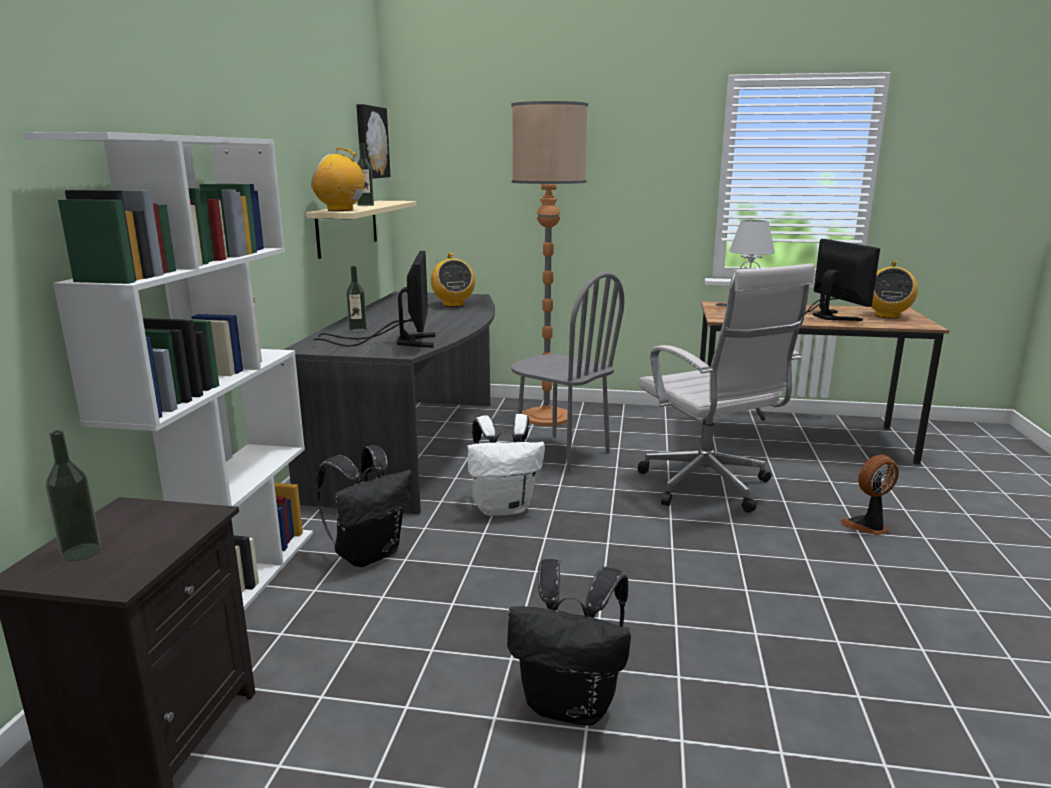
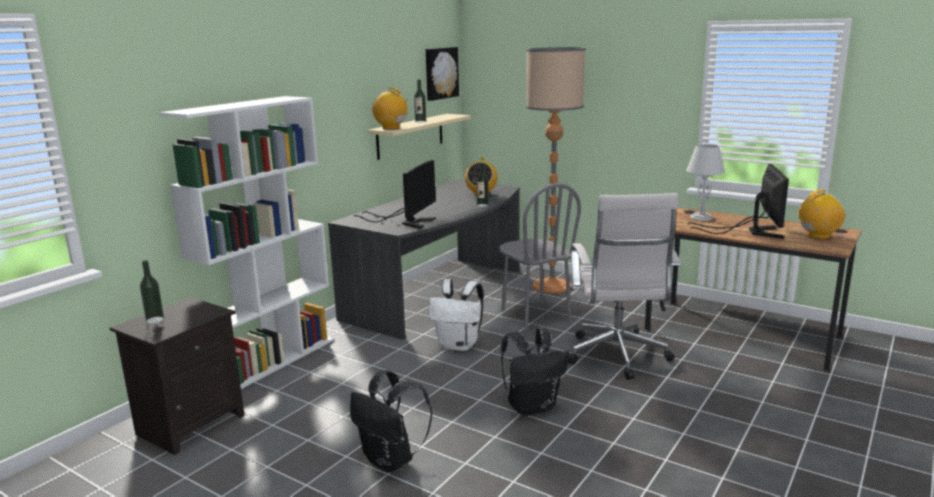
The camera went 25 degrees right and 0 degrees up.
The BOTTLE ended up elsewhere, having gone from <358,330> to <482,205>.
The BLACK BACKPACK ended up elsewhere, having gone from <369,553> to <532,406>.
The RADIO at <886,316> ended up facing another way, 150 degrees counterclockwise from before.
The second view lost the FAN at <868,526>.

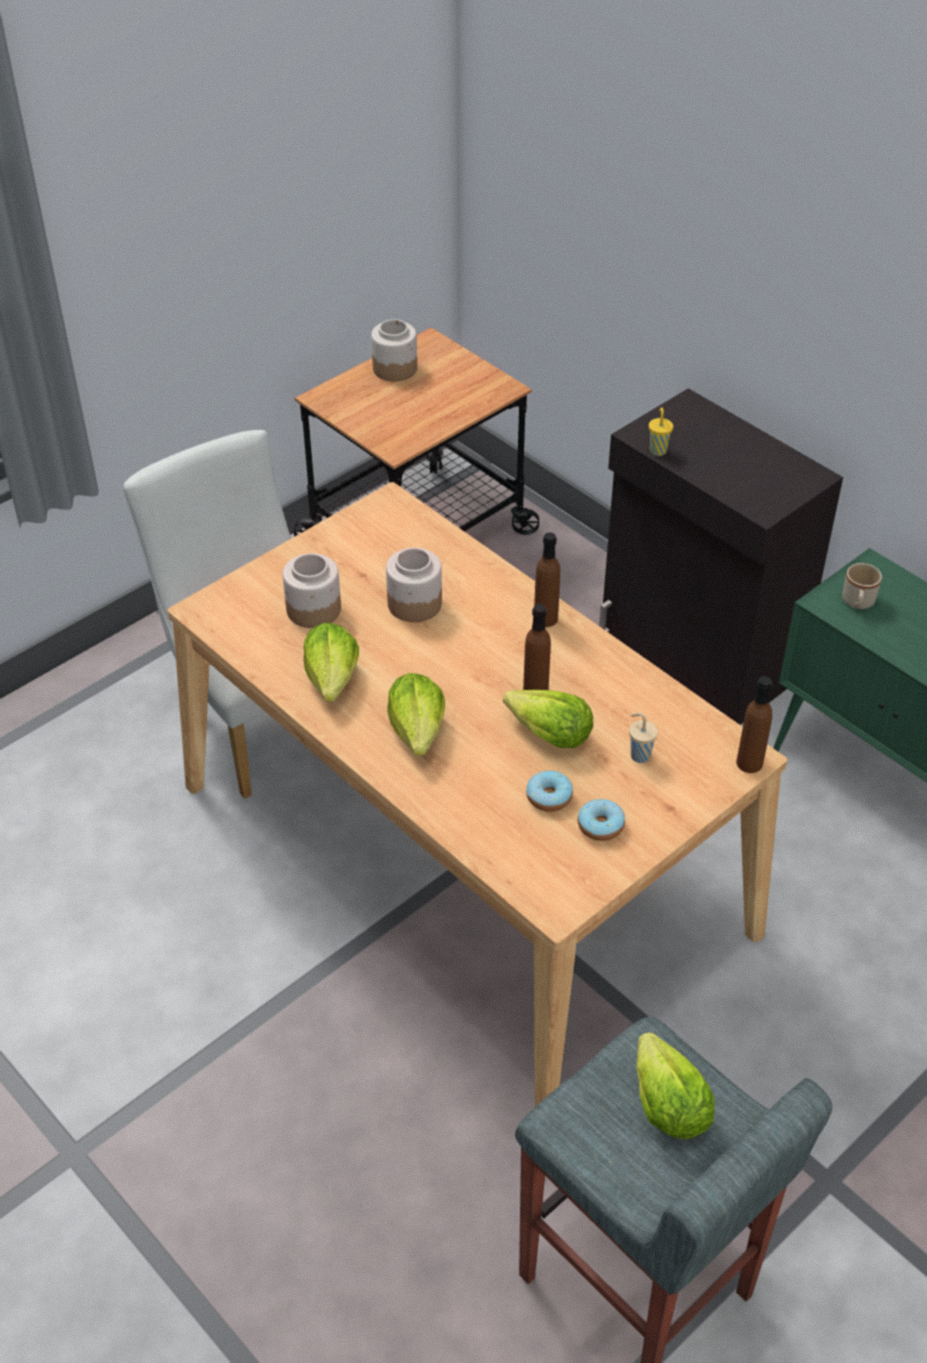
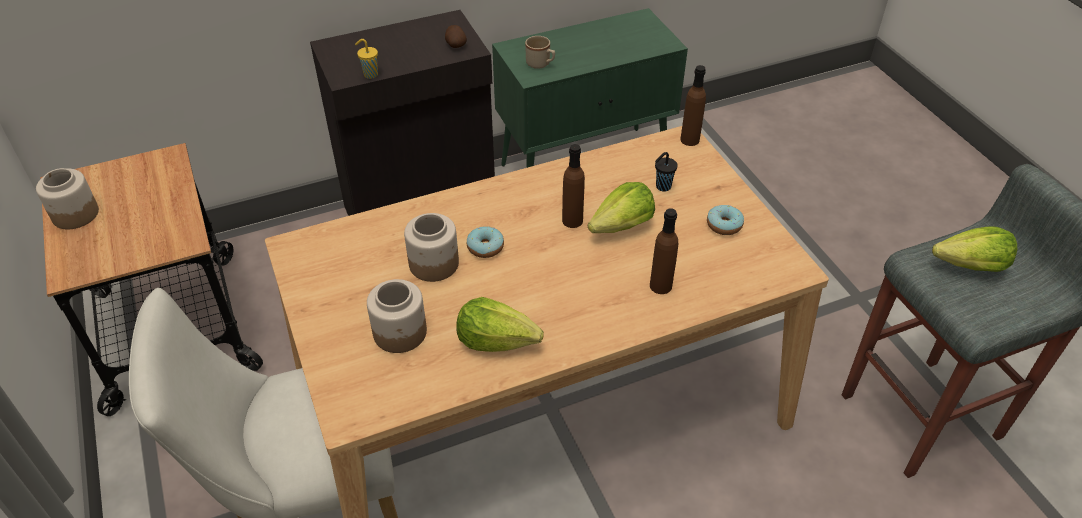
The camera went 70 degrees left and 0 degrees up.
The second view gained the POTATO at <455,44>.
The DONUT ended up elsewhere, having gone from <549,797> to <485,247>.
The BROWN BOTTLE ended up elsewhere, having gone from <545,618> to <660,286>.
What was the BEIGE CUP at <639,755> turned into the BLACK CUP at <662,187>.
The second view lost the LETTUCE at <418,730>.

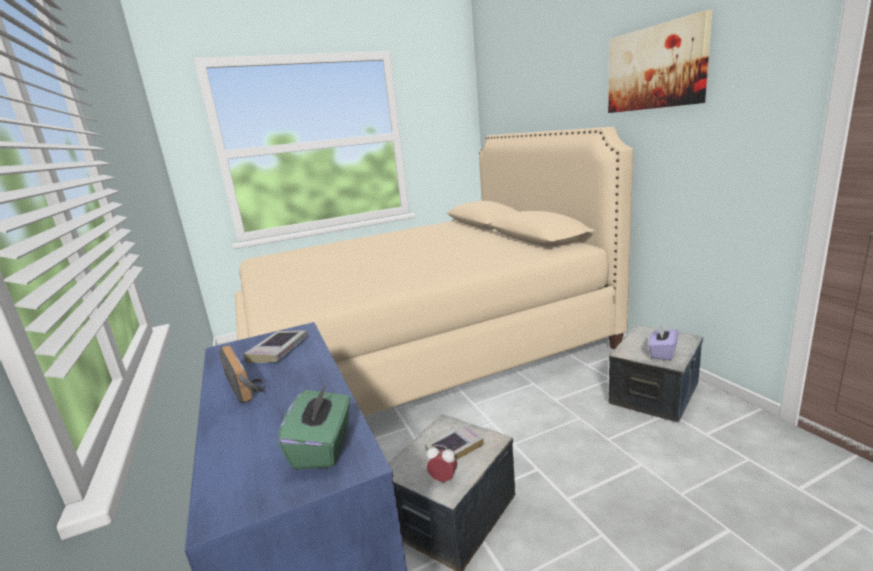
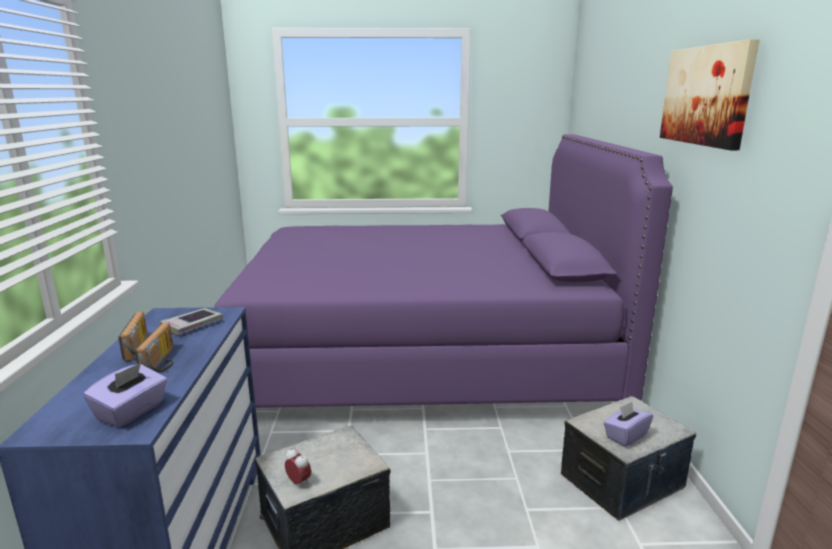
The camera went 20 degrees right and 0 degrees up.
What was the GREEN TISSUE BOX at <323,447> turned into the PURPLE TISSUE BOX at <132,411>.
The second view gained the RADIO at <163,362>.
What was the BEIGE BED at <419,347> turned into the PURPLE BED at <420,355>.
The second view lost the BOOK at <454,448>.

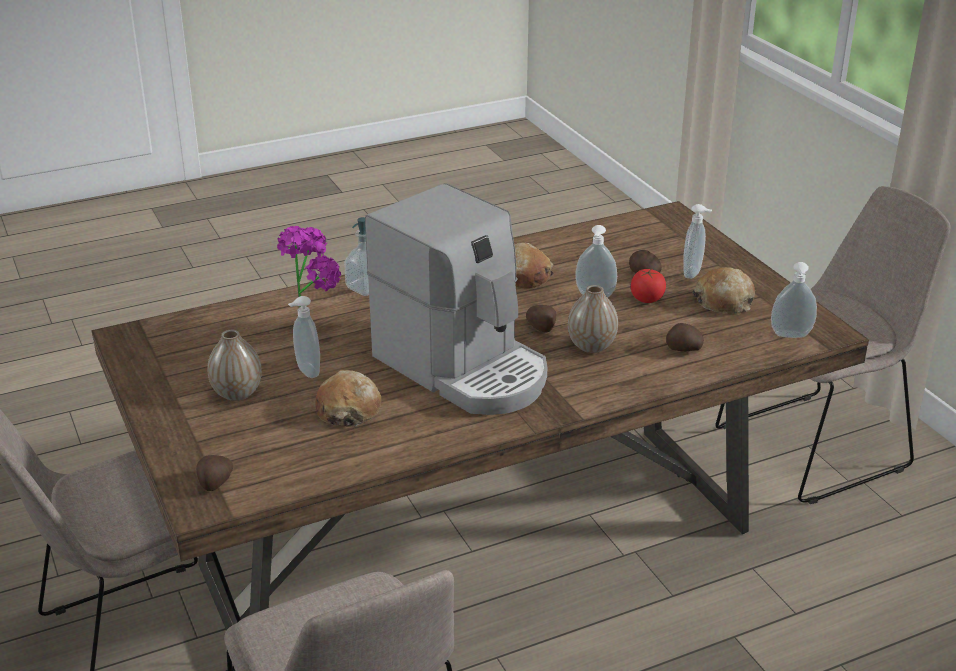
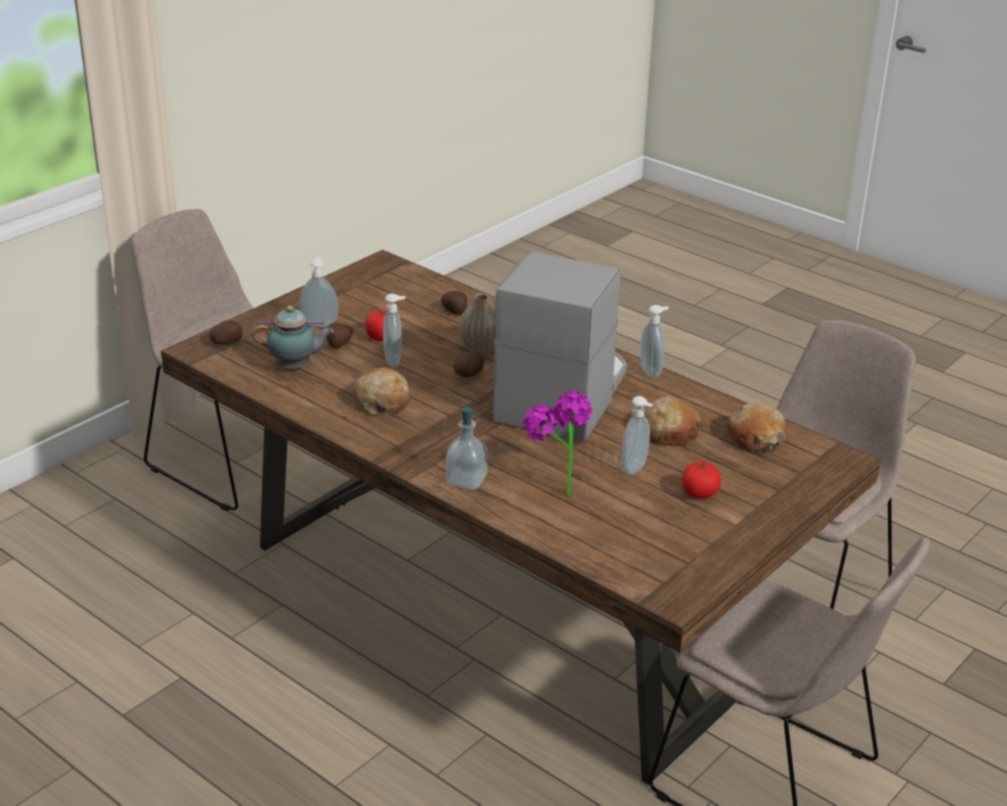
The camera went 115 degrees left and 0 degrees up.
The POTATO ended up elsewhere, having gone from <214,484> to <227,343>.
The second view gained the TEAPOT at <295,367>.
The SOAP DISPENSER ended up elsewhere, having gone from <791,336> to <652,372>.
Where the VASE stood at <237,393>, the TOMATO came to stand at <699,493>.
The BREAD ended up elsewhere, having gone from <724,301> to <755,438>.

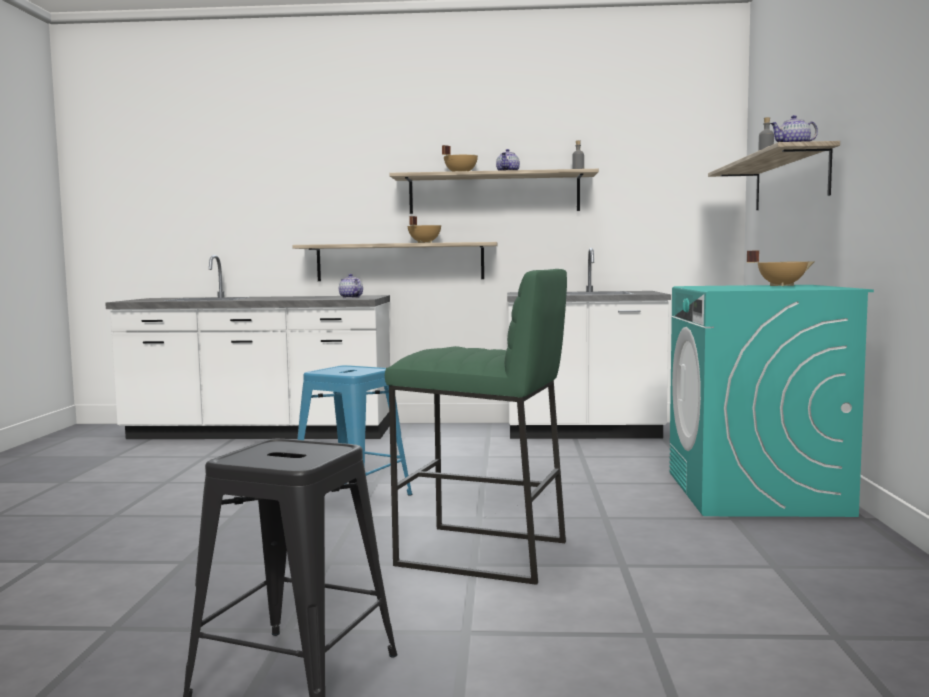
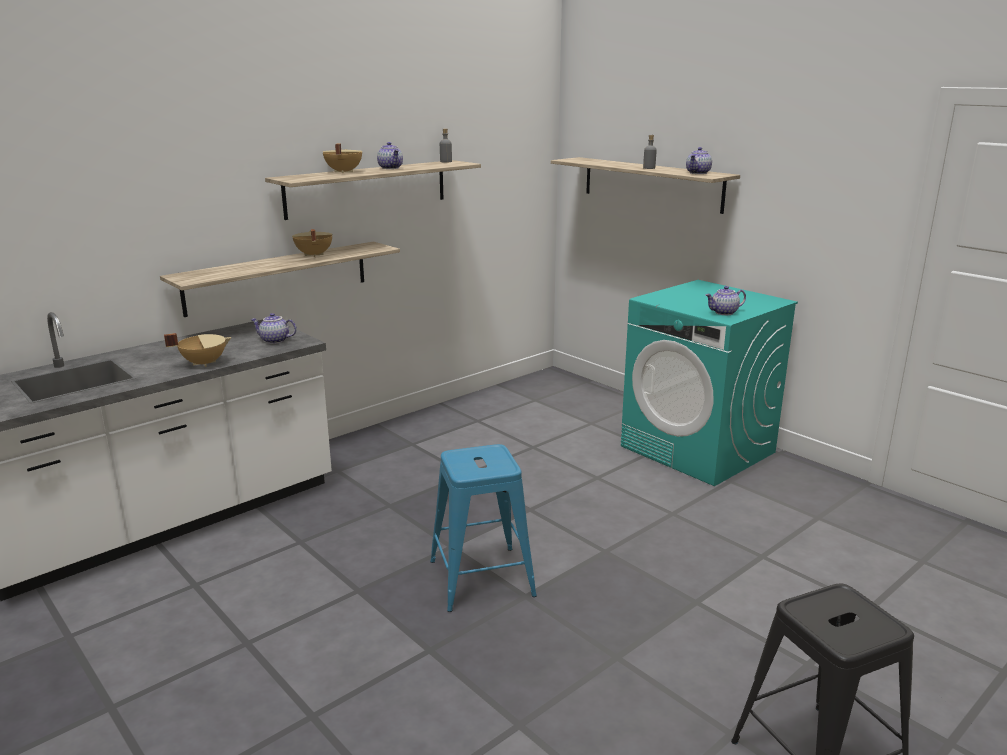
The camera went 45 degrees left and 15 degrees up.
The BEIGE COOKING POT ended up elsewhere, having gone from <781,285> to <204,363>.
The second view gained the TEAPOT at <724,313>.
The second view lost the GREEN STOOL at <481,554>.
The second view lost the WHITE COUNTER at <583,432>.

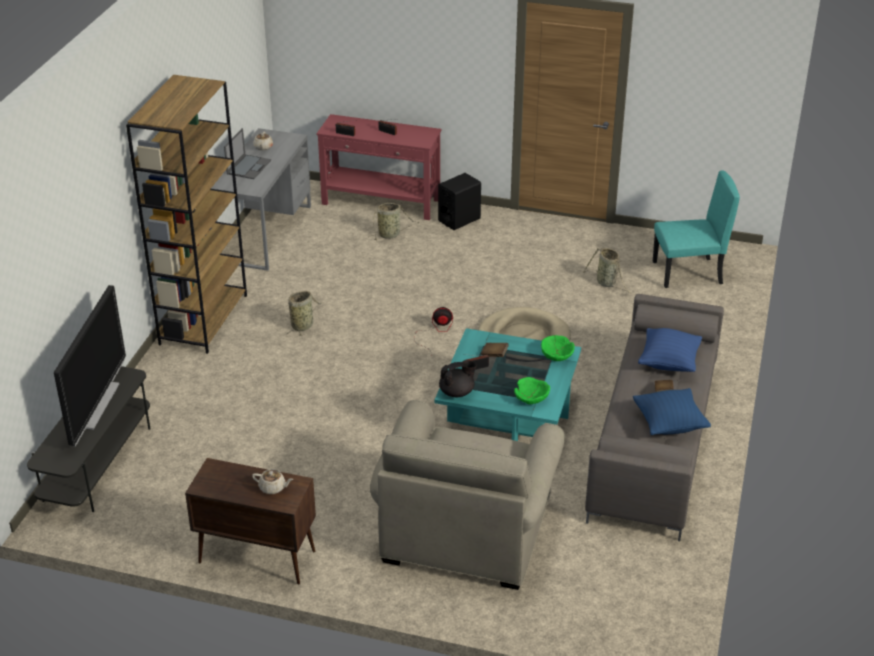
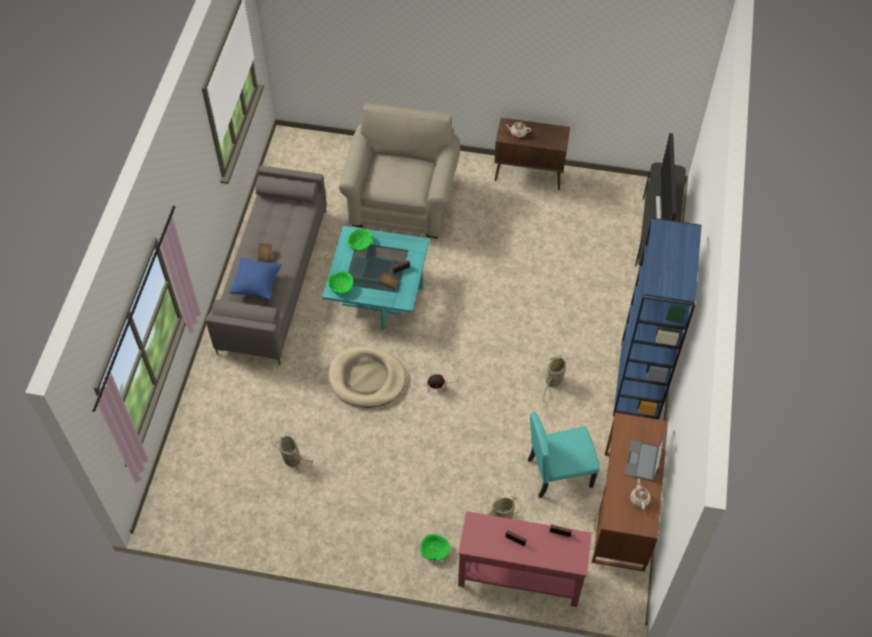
The camera went 175 degrees right and 20 degrees up.
Where the BLACK SPEAKER stood at <459,219>, the GREEN BOWL came to stand at <434,550>.
The TURQUOISE CHAIR ended up elsewhere, having gone from <687,273> to <559,472>.
What was the GREY DESK at <266,233> turned into the BROWN DESK at <623,510>.
What was the BROWN BOOKCASE at <203,319> turned into the BLUE BOOKCASE at <639,382>.
The second view lost the BLACK TEAPOT at <457,392>.
The second view lost the BLUE PILLOW at <669,424>.

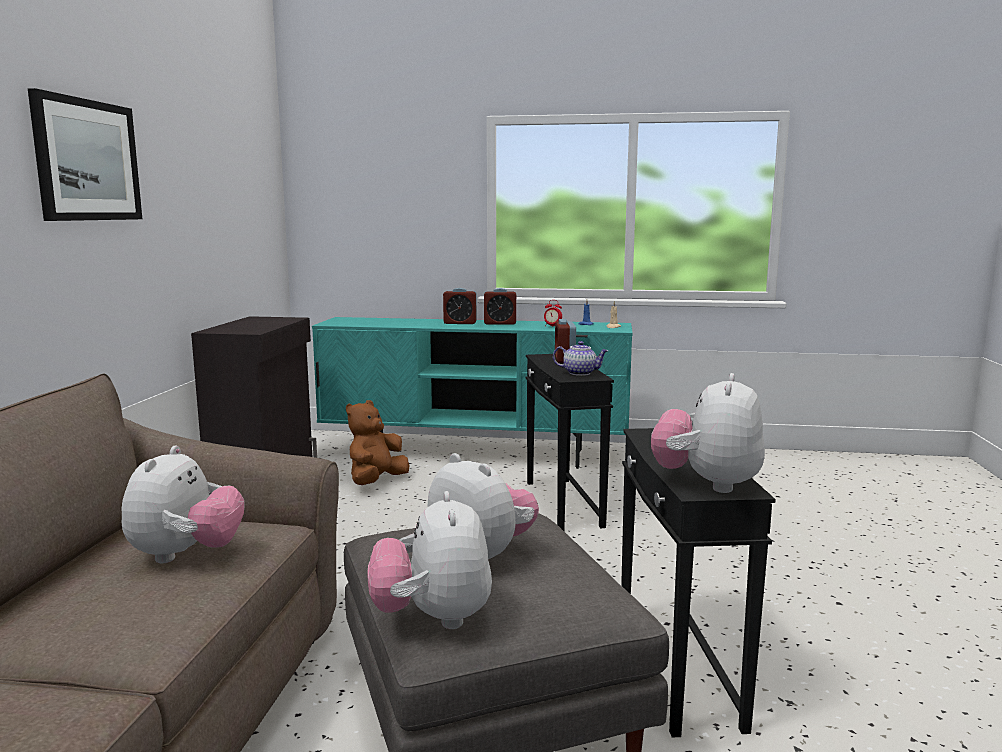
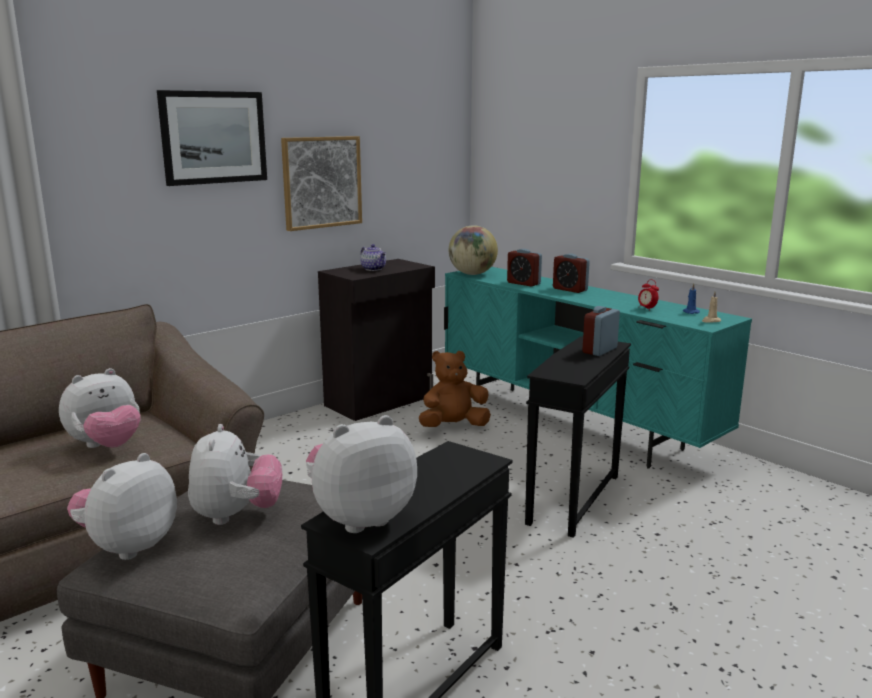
The camera went 40 degrees right and 5 degrees up.
The second view gained the PICTURE at <321,182>.
The TEAPOT ended up elsewhere, having gone from <580,373> to <374,269>.
The second view gained the GLOBE at <472,274>.
The ALARM CLOCK ended up elsewhere, having gone from <500,323> to <523,283>.

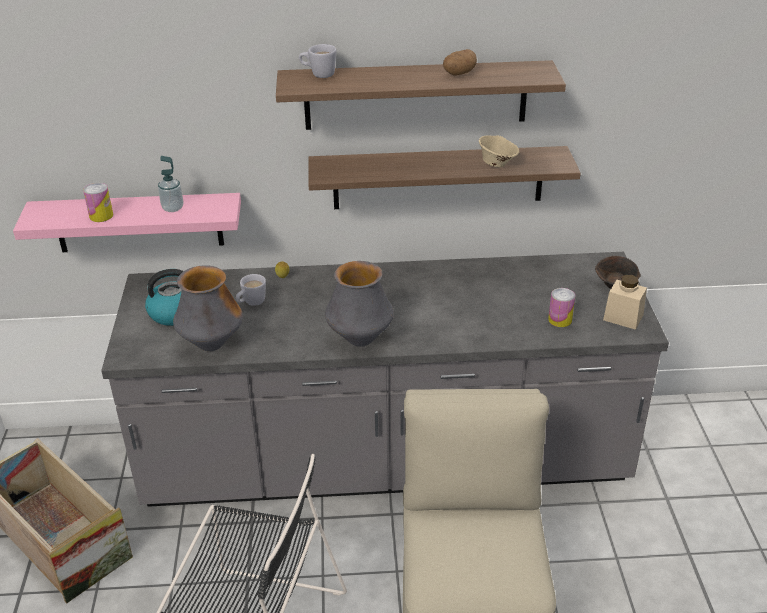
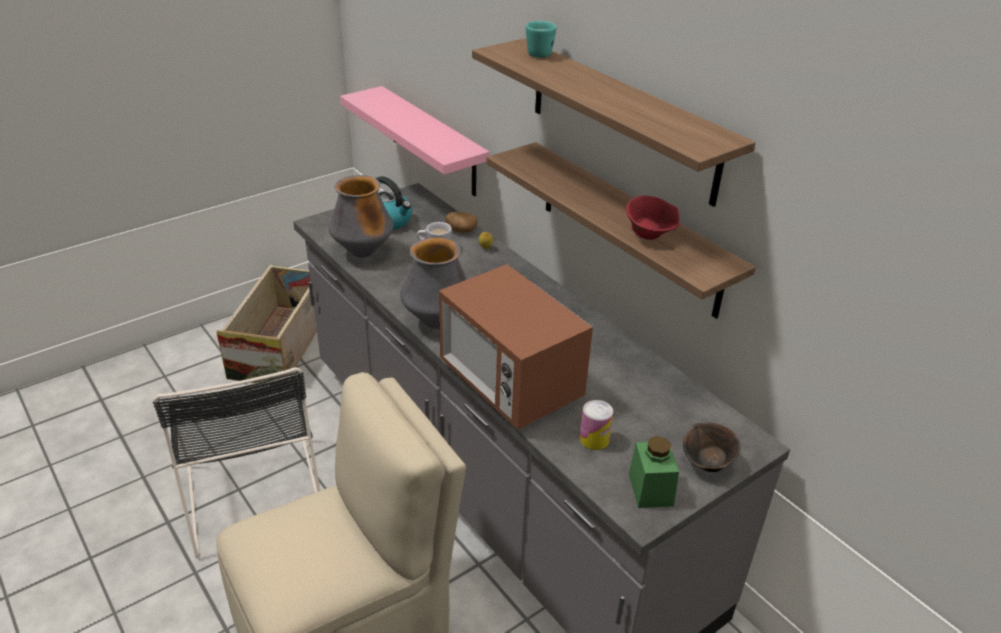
The camera went 55 degrees right and 0 degrees up.
The second view gained the MICROWAVE at <509,383>.
The POTATO ended up elsewhere, having gone from <458,74> to <461,230>.
What was the WHITE MUG at <318,74> turned into the TURQUOISE MUG at <537,53>.
What was the BEIGE BOWL at <497,164> turned into the RED BOWL at <649,235>.
What was the BEIGE JAR at <623,317> turned into the GREEN JAR at <650,489>.
The second view lost the CAN at <101,216>.
The second view lost the SOAP DISPENSER at <172,208>.

